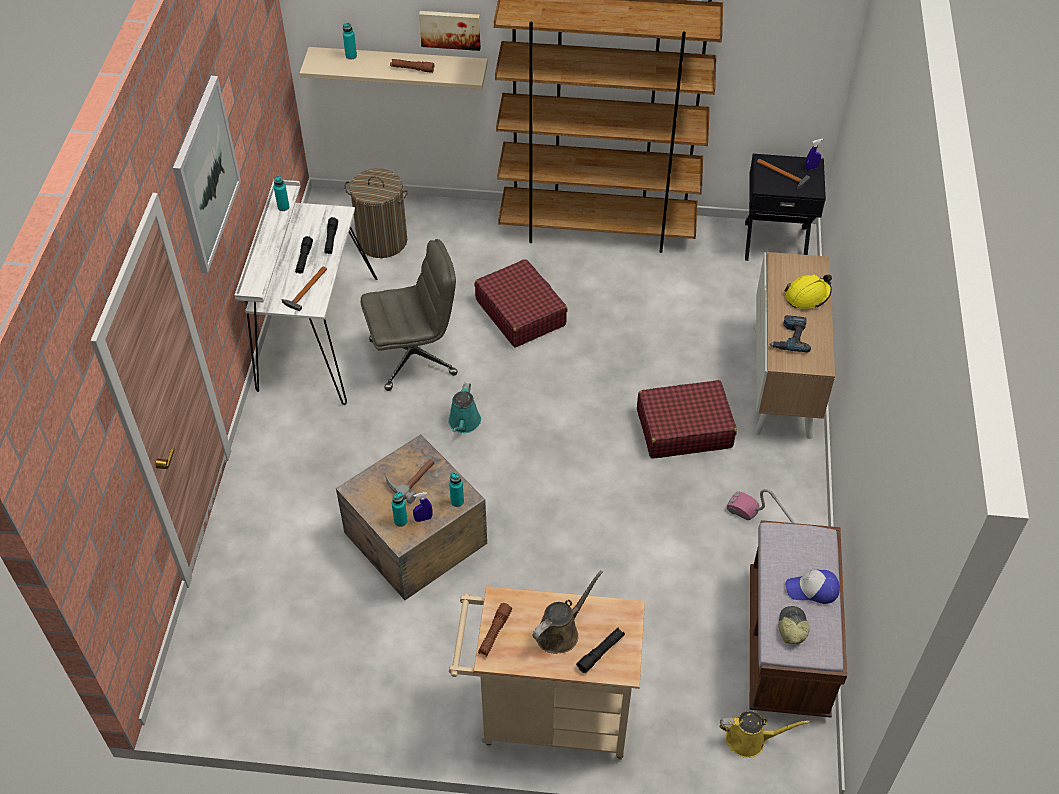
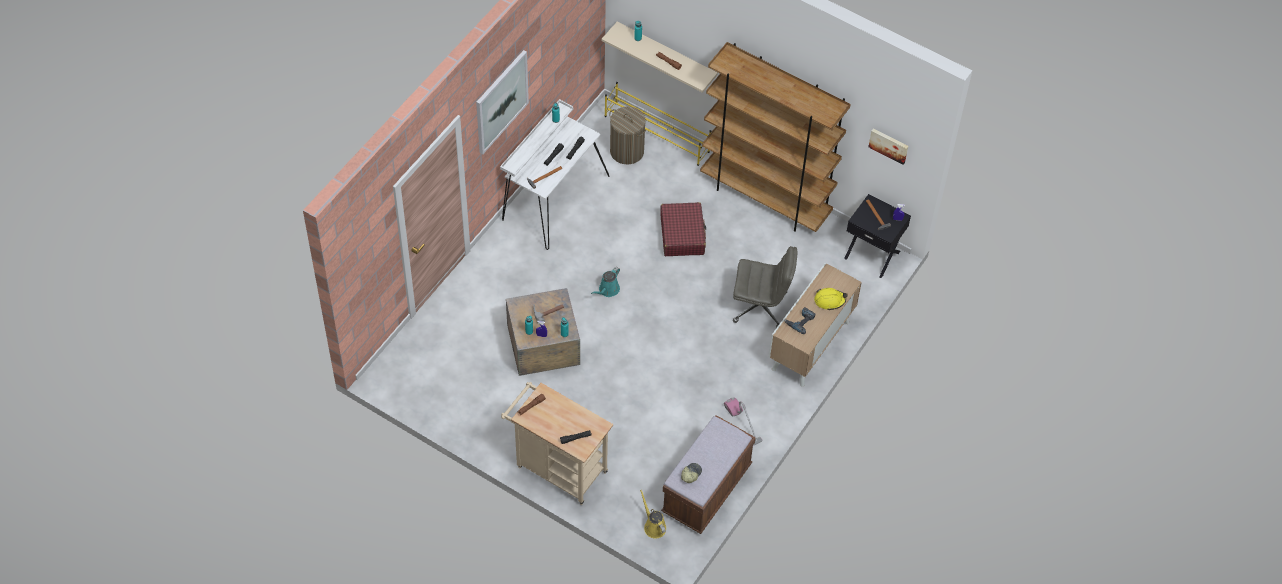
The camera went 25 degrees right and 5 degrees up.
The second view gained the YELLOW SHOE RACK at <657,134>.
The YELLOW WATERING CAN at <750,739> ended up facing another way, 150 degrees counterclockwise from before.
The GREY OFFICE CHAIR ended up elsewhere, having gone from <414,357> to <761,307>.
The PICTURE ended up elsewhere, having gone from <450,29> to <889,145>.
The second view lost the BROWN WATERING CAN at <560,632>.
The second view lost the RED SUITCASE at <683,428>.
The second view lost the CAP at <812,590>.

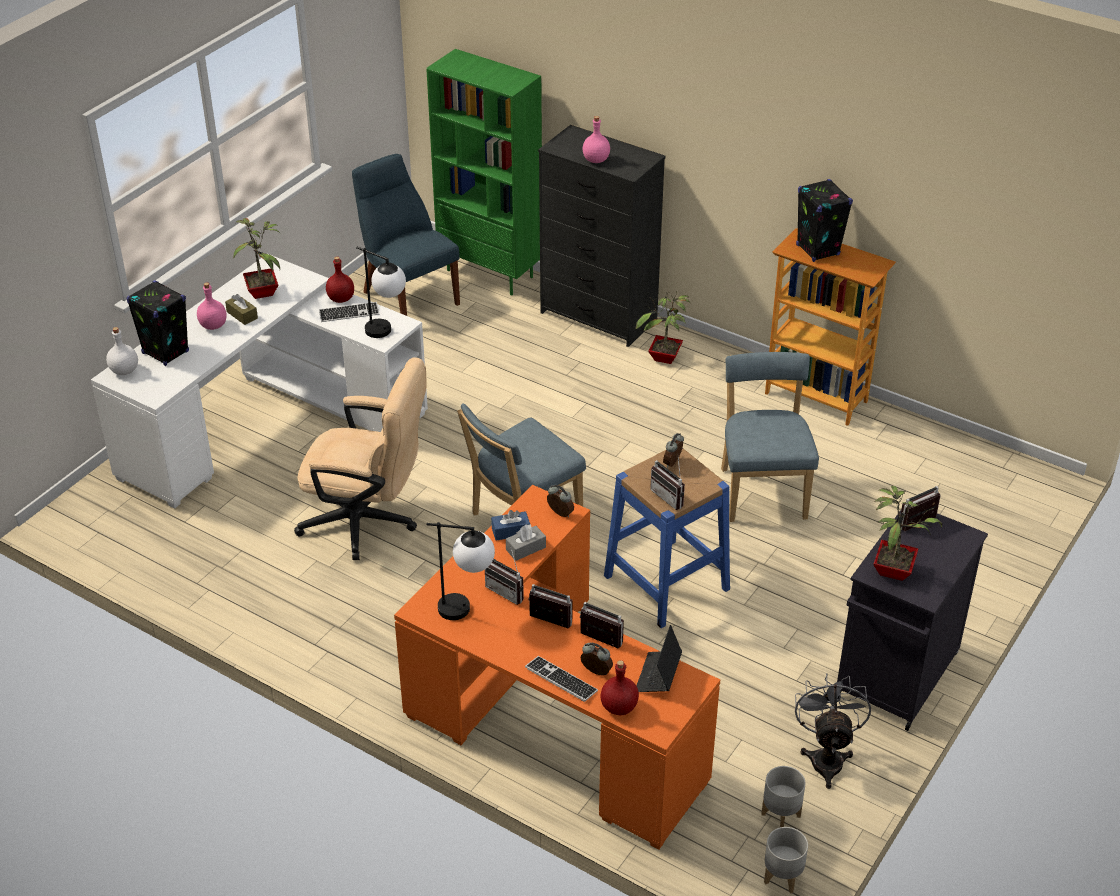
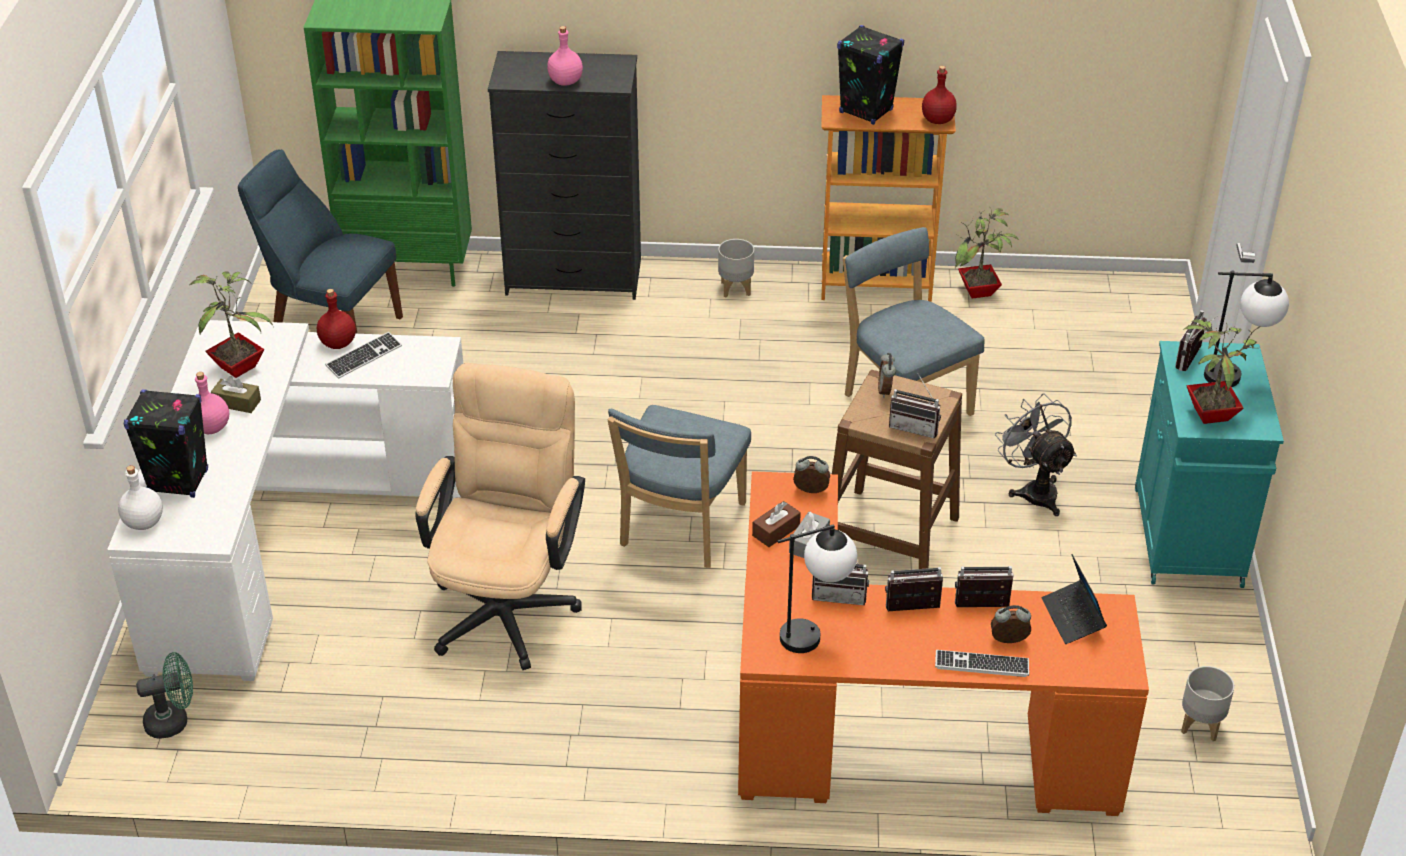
The camera went 30 degrees left and 0 degrees up.
The second view gained the GREEN FAN at <174,721>.
The BEIGE OFFICE CHAIR at <368,522> ended up facing another way, 60 degrees counterclockwise from before.
The GREY PLANTER ended up elsewhere, having gone from <782,877> to <735,289>.
What was the BLUE TISSUE BOX at <511,531> turned into the BROWN TISSUE BOX at <776,531>.
What was the BLUE STOOL at <666,582> turned into the BROWN STOOL at <890,536>.
The RED BOTTLE ended up elsewhere, having gone from <618,707> to <937,120>.
The POTTED PLANT ended up elsewhere, having gone from <664,359> to <978,293>.
The GREY FAN ended up elsewhere, having gone from <826,757> to <1034,490>.
What was the BLACK CABINET at <895,677> turned into the TURQUOISE CABINET at <1188,540>.
The TABLE LAMP ended up elsewhere, having gone from <387,333> to <1237,377>.

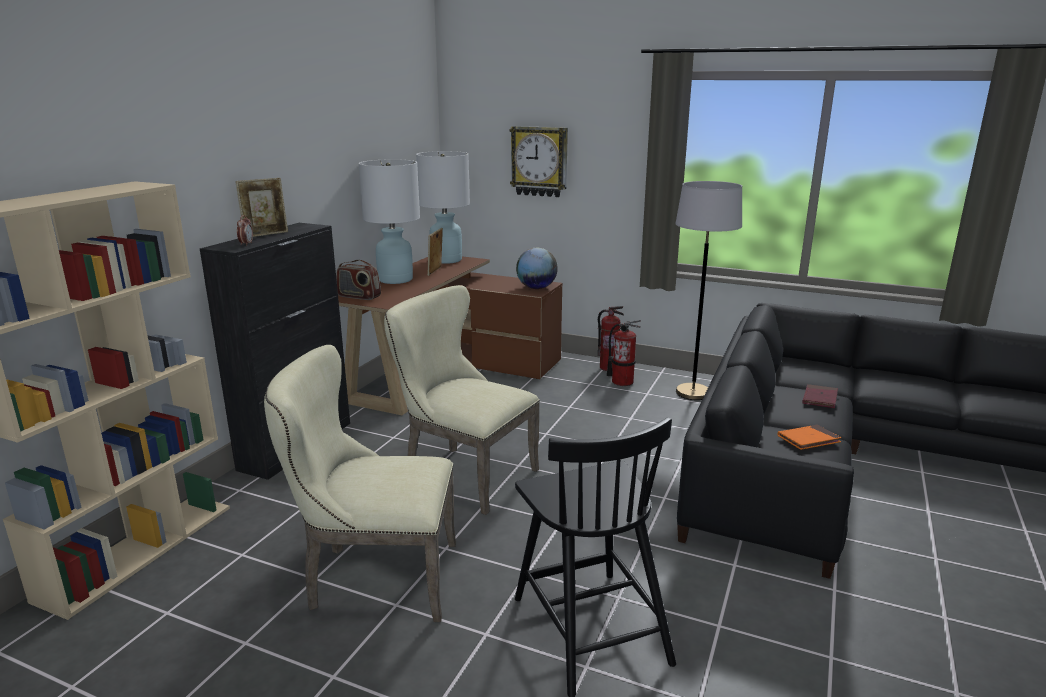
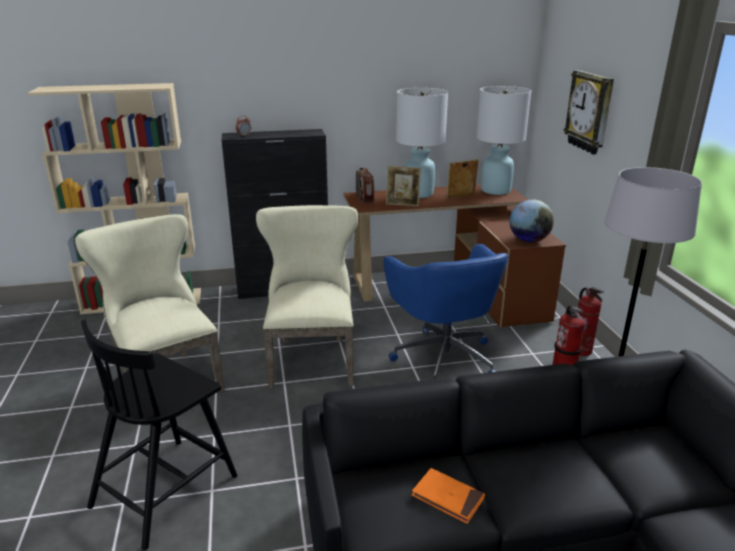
The camera went 55 degrees right and 5 degrees up.
The second view gained the BLUE OFFICE CHAIR at <443,357>.
The PICTURE FRAME ended up elsewhere, having gone from <266,234> to <402,205>.
The second view lost the RED BOOK at <820,398>.

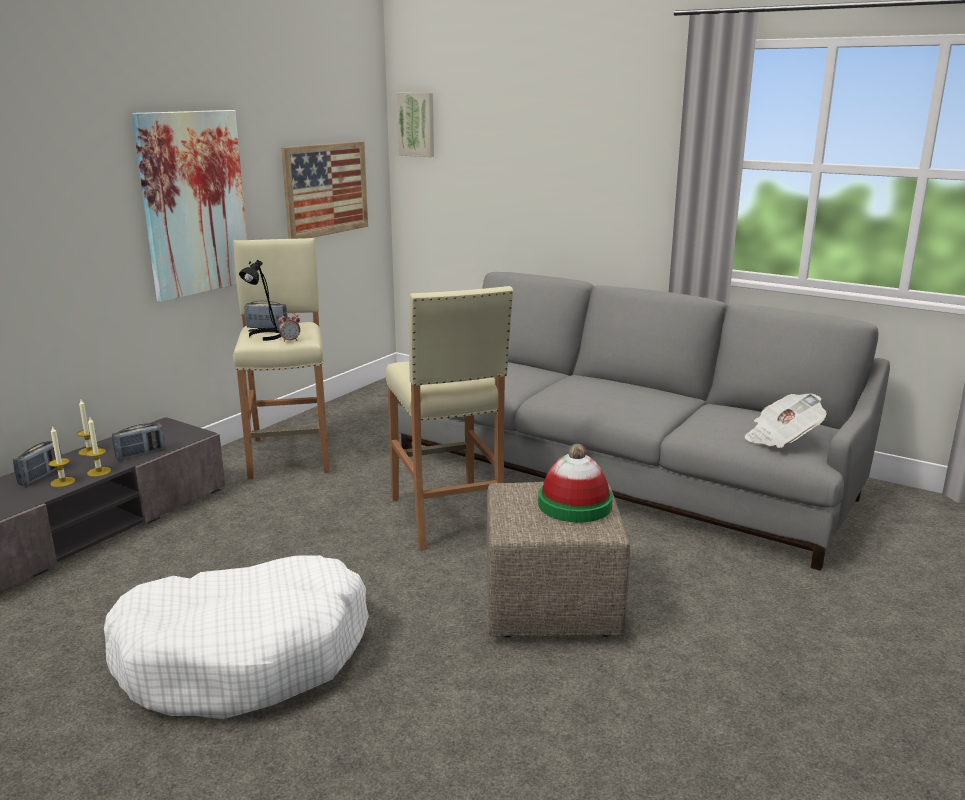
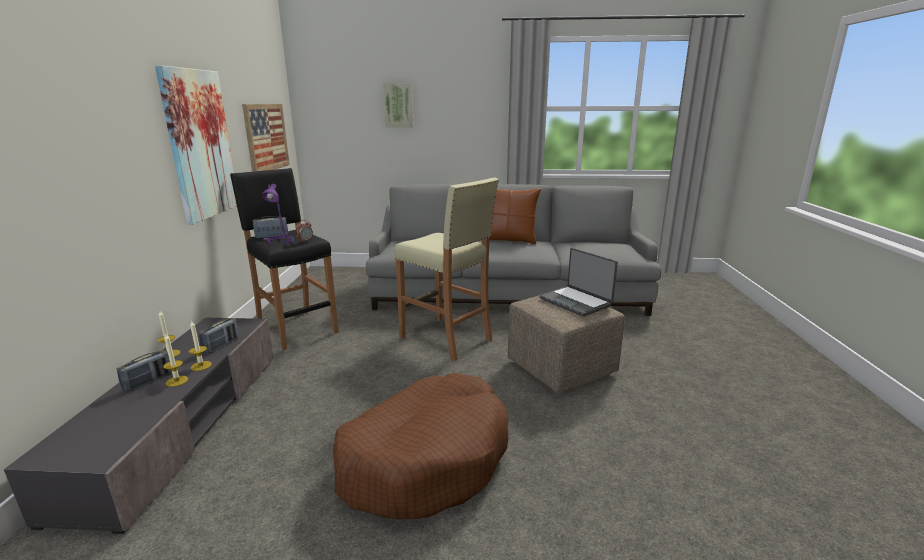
The camera went 30 degrees left and 0 degrees up.
The RADIO at <41,476> ended up facing another way, 45 degrees clockwise from before.
What was the BEIGE STOOL at <290,455> turned into the BLACK STOOL at <296,328>.
What was the BLACK TABLE LAMP at <263,336> turned into the PURPLE TABLE LAMP at <279,241>.
What was the WHITE DOG BED at <246,656> turned into the BROWN DOG BED at <425,459>.
The PICTURE ended up elsewhere, having gone from <417,124> to <398,105>.
The second view gained the BROWN PILLOW at <508,240>.
Where the HAT stood at <575,504>, the LAPTOP came to stand at <576,302>.
The second view lost the NEWSPAPER at <781,438>.

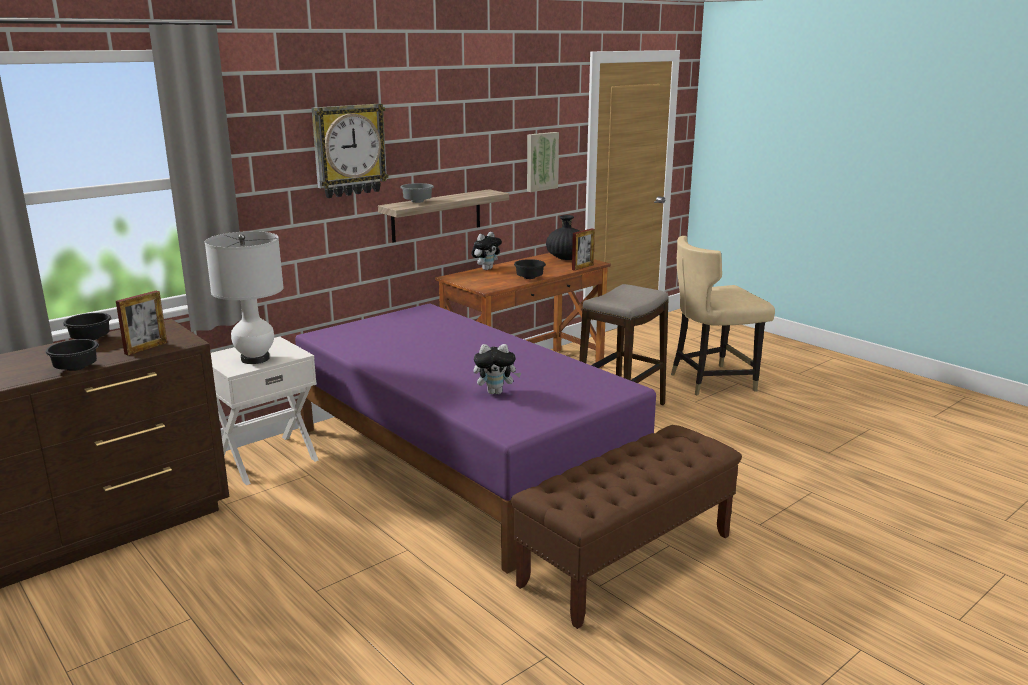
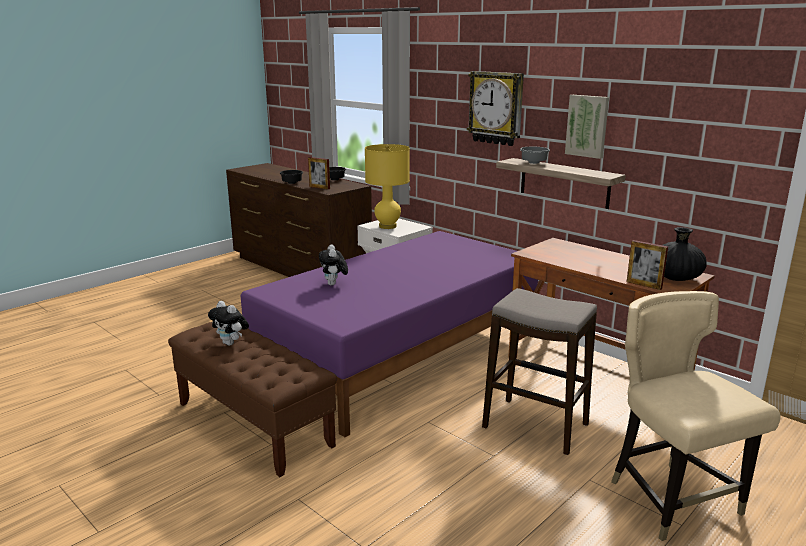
The camera went 85 degrees right and 0 degrees up.
The PLUSH TOY ended up elsewhere, having gone from <486,269> to <231,343>.
What was the WHITE TABLE LAMP at <255,359> turned into the YELLOW TABLE LAMP at <387,226>.
The PICTURE ended up elsewhere, having gone from <541,161> to <587,126>.
The second view lost the BLACK BOWL at <530,278>.

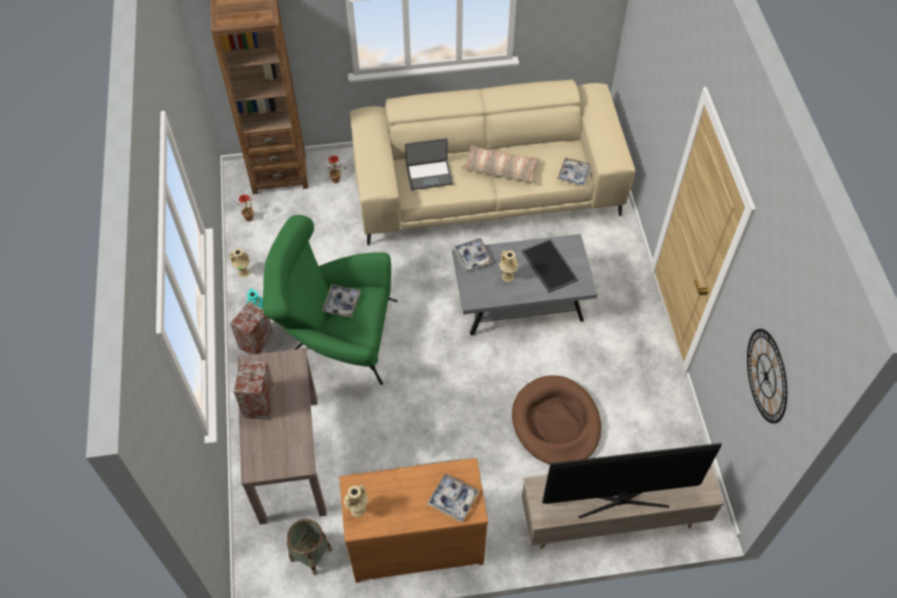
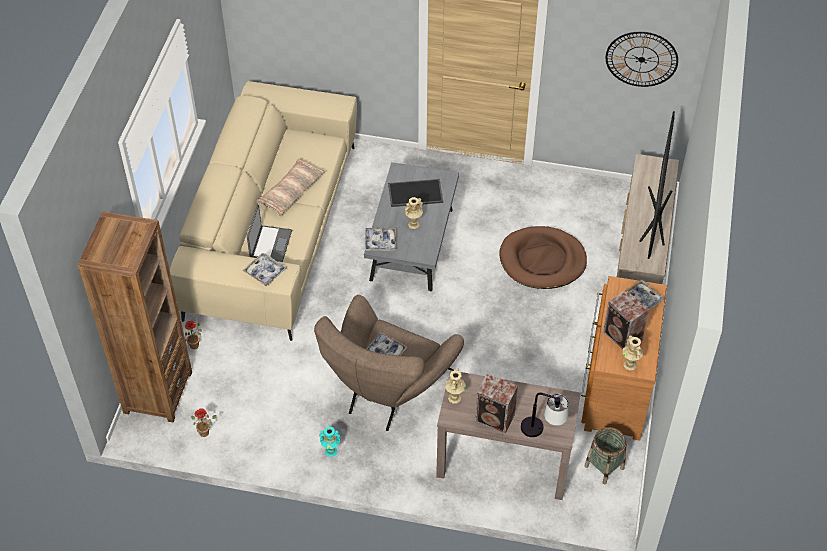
The camera went 70 degrees left and 5 degrees down.
The TRAY ended up elsewhere, having gone from <574,174> to <265,272>.
What was the GREEN ARMCHAIR at <336,337> turned into the BROWN ARMCHAIR at <387,392>.
The BEIGE VASE ended up elsewhere, having gone from <244,272> to <454,397>.
The second view gained the TABLE LAMP at <542,431>.
The SPEAKER ended up elsewhere, having gone from <255,342> to <623,336>.

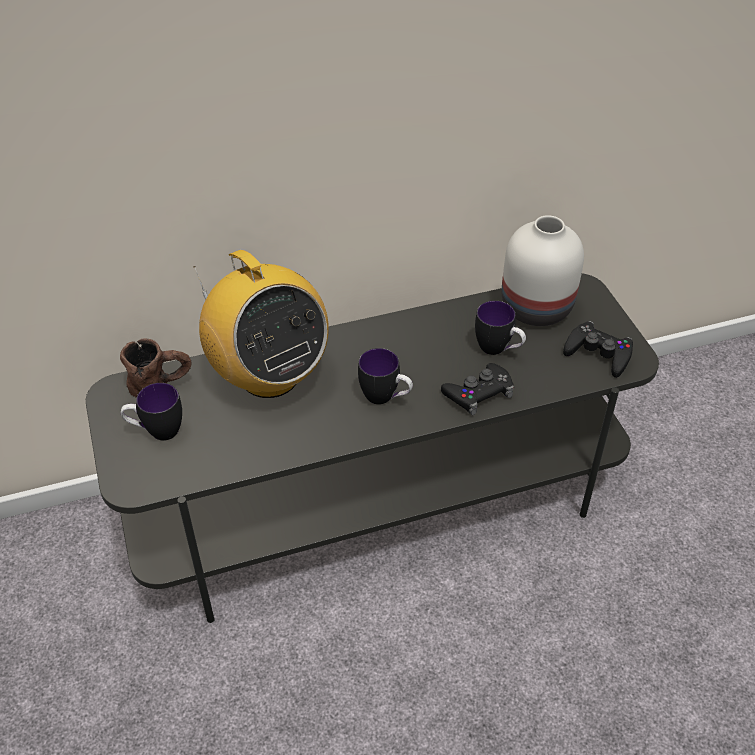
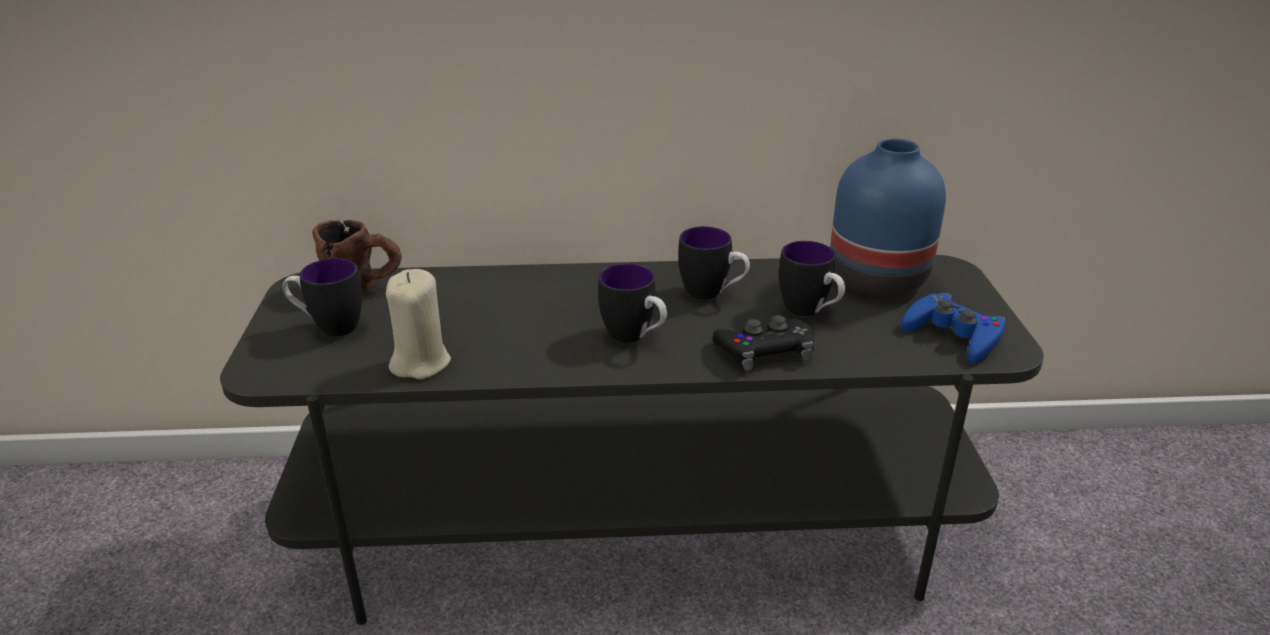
The camera went 15 degrees right and 15 degrees down.
The second view gained the BEIGE CANDLE at <420,363>.
The second view gained the MUG at <712,294>.
What was the WHITE VASE at <537,308> turned into the BLUE VASE at <879,281>.
What was the BLACK GAME CONTROLLER at <598,354> turned into the BLUE GAME CONTROLLER at <953,335>.
The second view lost the RADIO at <269,376>.

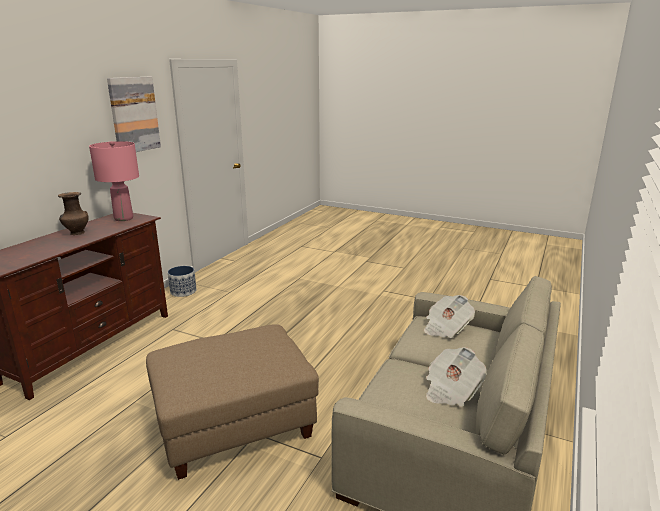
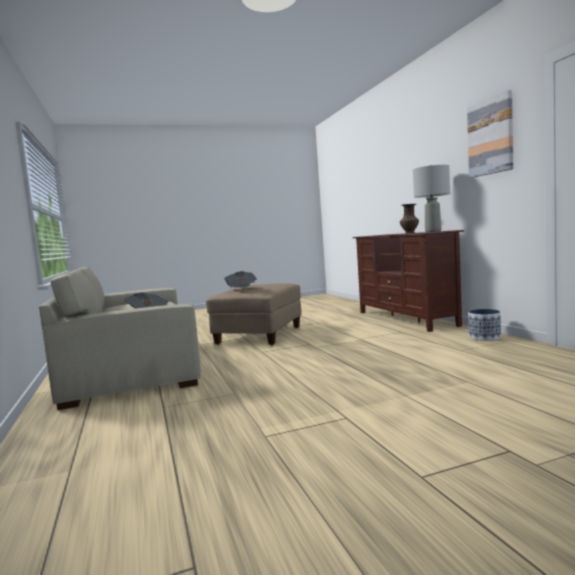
The camera went 135 degrees right and 15 degrees down.
The NEWSPAPER ended up elsewhere, having gone from <451,390> to <241,289>.
What was the PINK TABLE LAMP at <123,218> turned into the GREY TABLE LAMP at <433,231>.

